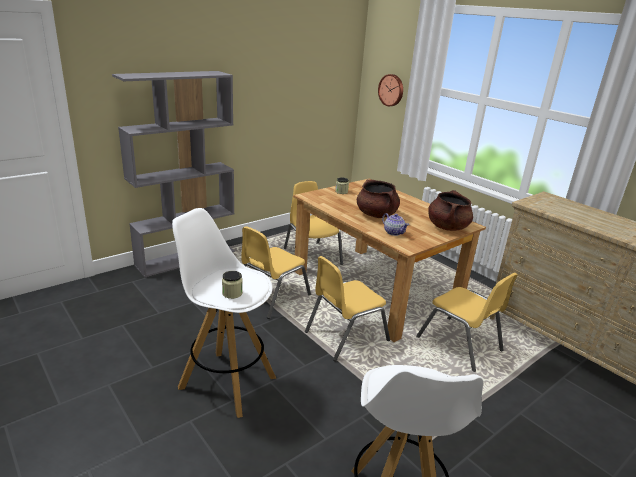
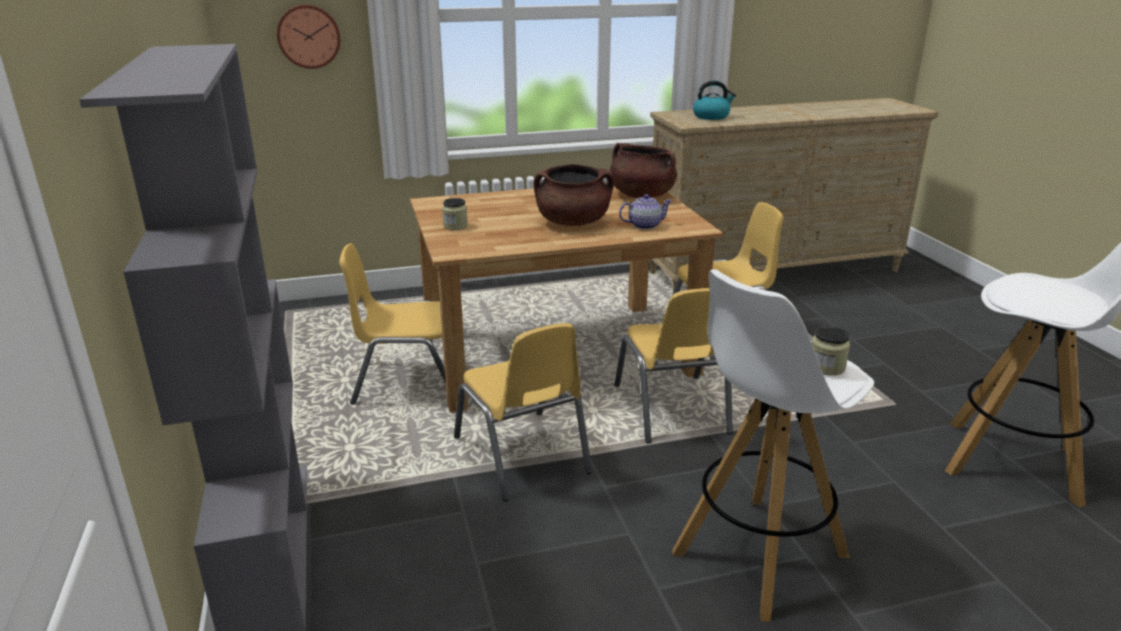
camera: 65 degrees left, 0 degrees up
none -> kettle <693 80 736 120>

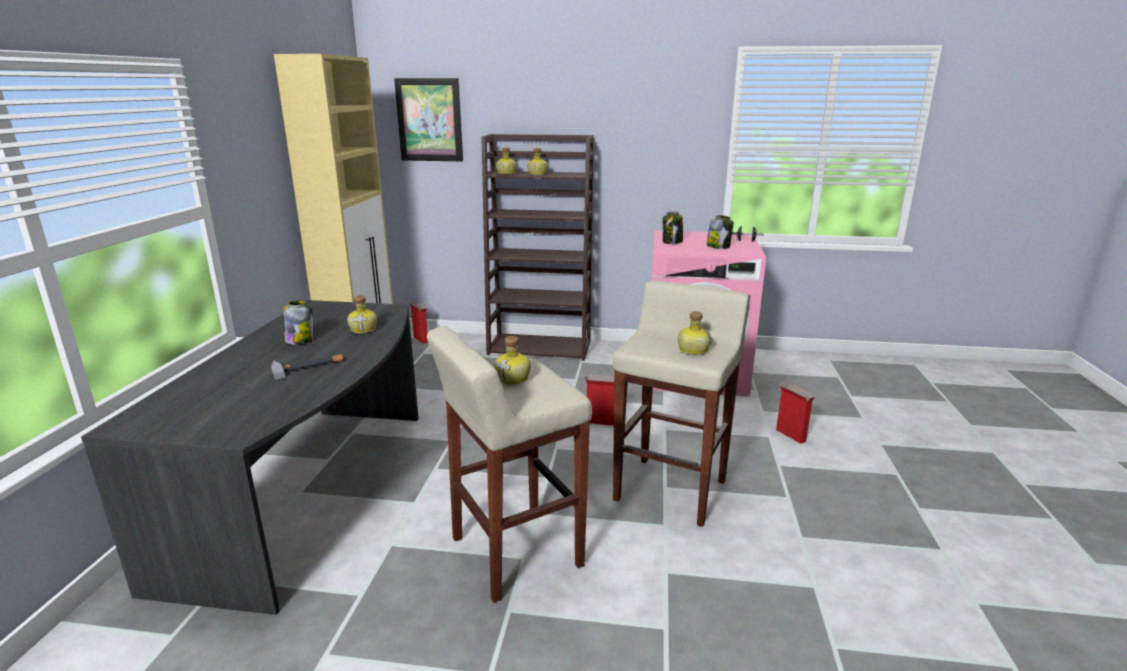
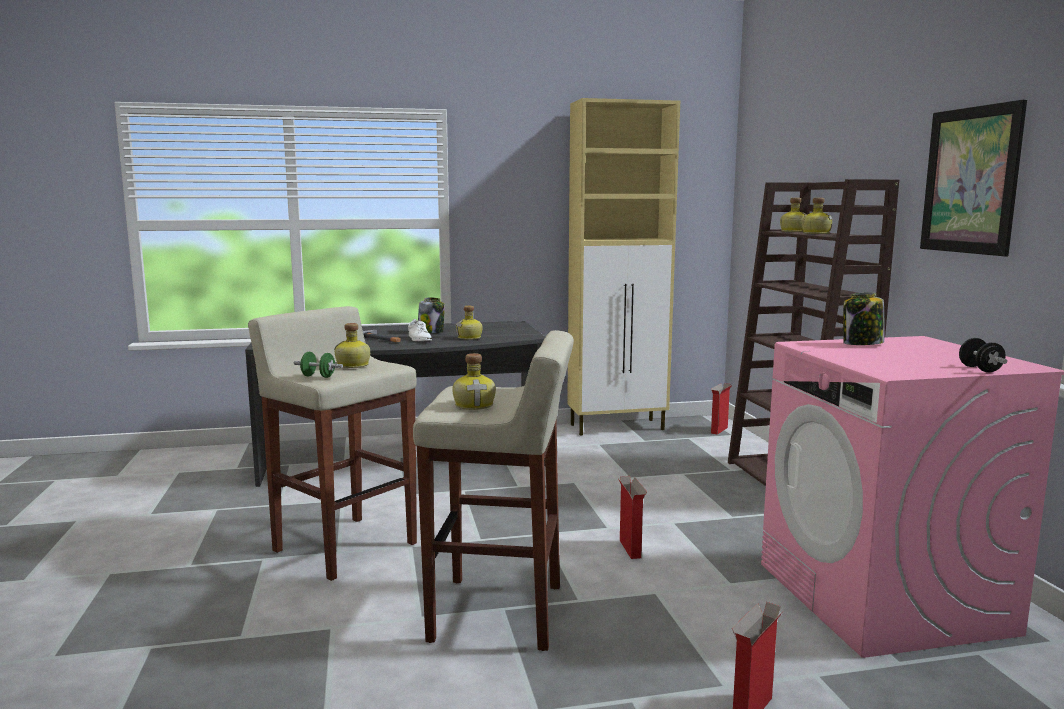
camera: 70 degrees right, 10 degrees down
picture <394 78 463 161> -> picture <920 99 1027 256>, moved
jar <707 215 734 249> -> none
none -> green dumbbell <294 352 343 378>
none -> white shoe <408 319 432 341>

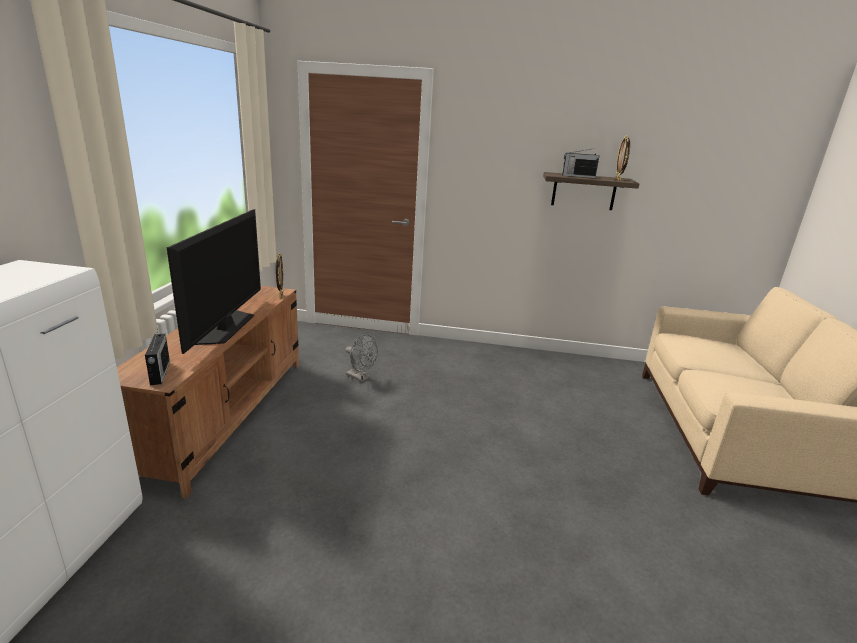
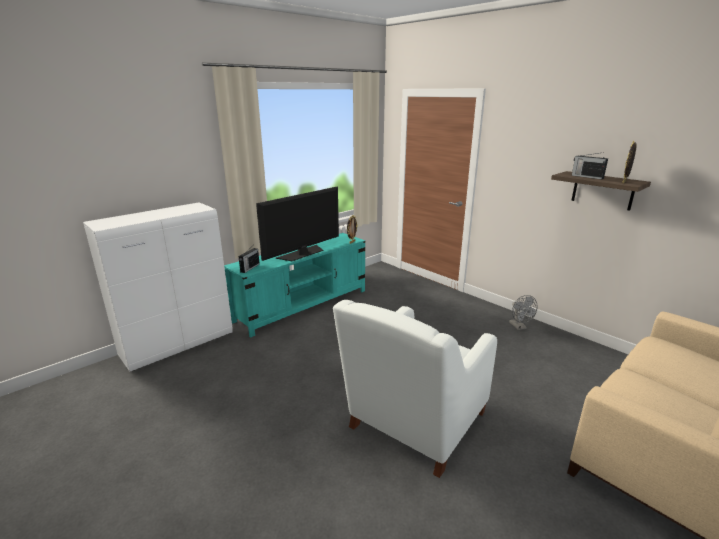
camera: 40 degrees right, 0 degrees up
brown tv stand <117 286 299 499> -> turquoise tv stand <224 233 365 338>
grey fan <346 334 378 382> -> grey fan <509 295 538 330>, moved
none -> white armchair <333 300 497 478>

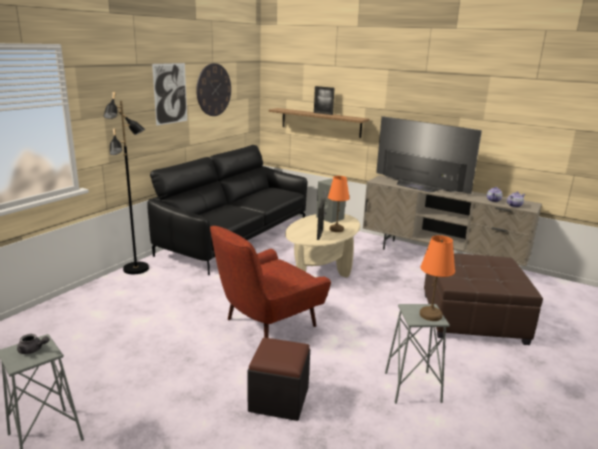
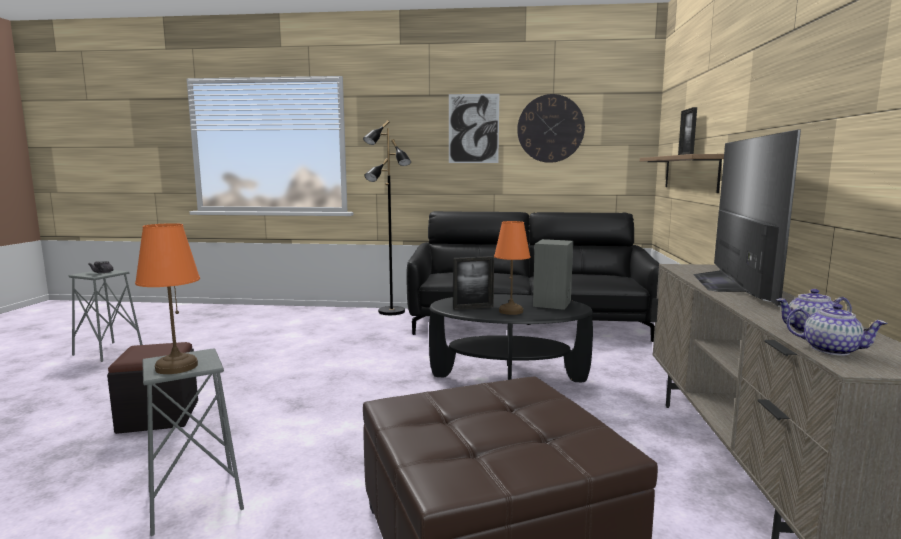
camera: 65 degrees right, 10 degrees down
red armchair <210 226 331 338> -> none
beige coffee table <285 214 361 278> -> black coffee table <429 294 593 382>

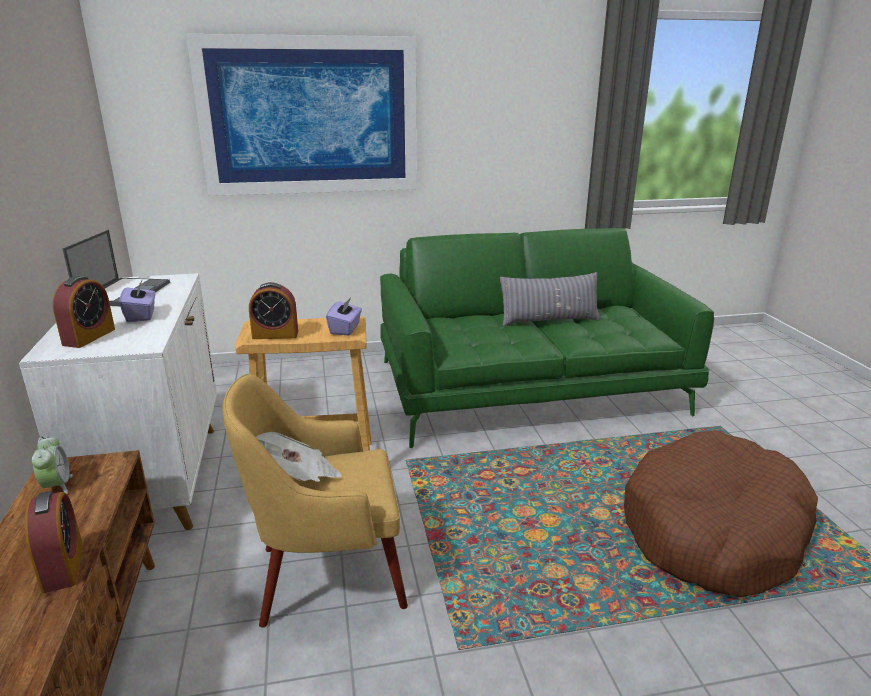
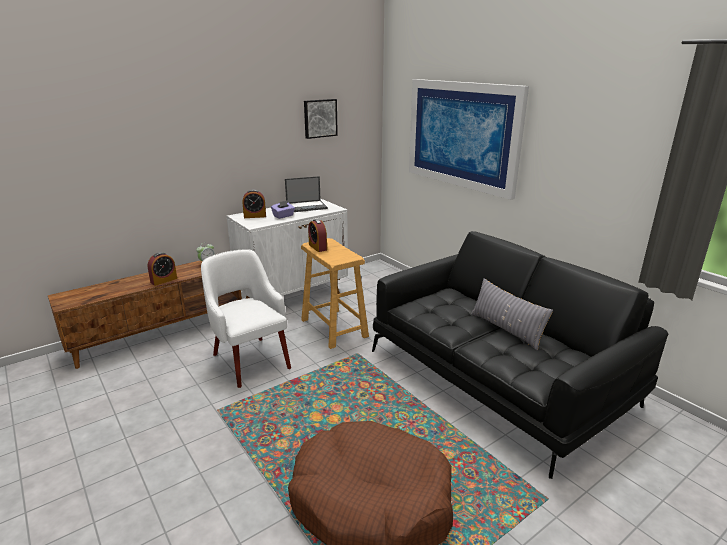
camera: 65 degrees right, 0 degrees up
yellow armchair <223 374 408 628> -> white armchair <201 249 291 388>
newspaper <256 432 342 482> -> none
purple tissue box <326 298 362 335> -> none
green sofa <380 228 714 448> -> black sofa <372 231 669 479>
none -> picture <304 99 338 139>

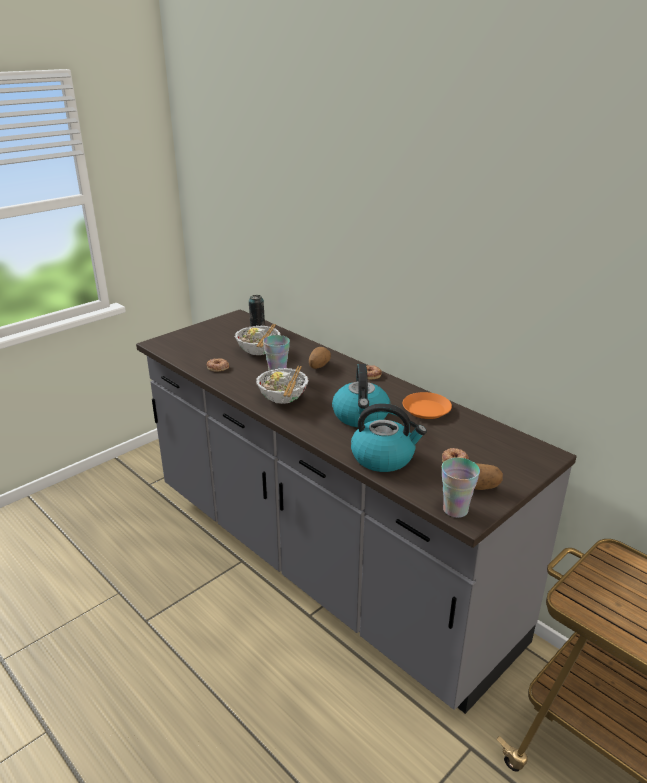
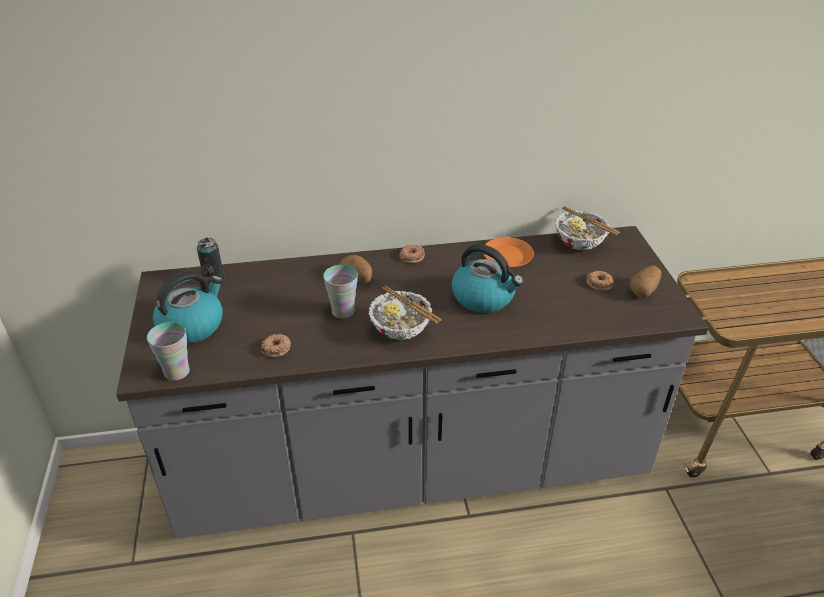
camera: 55 degrees left, 10 degrees up
bowl <235 324 280 355> -> bowl <555 206 620 250>, moved
kettle <351 403 427 472> -> kettle <153 271 223 344>, moved
cup <442 458 480 518> -> cup <147 322 190 381>, moved

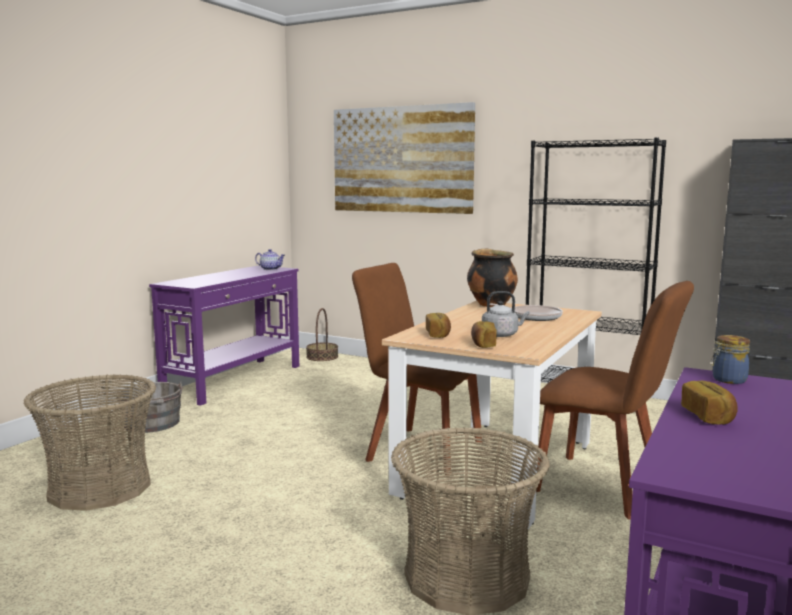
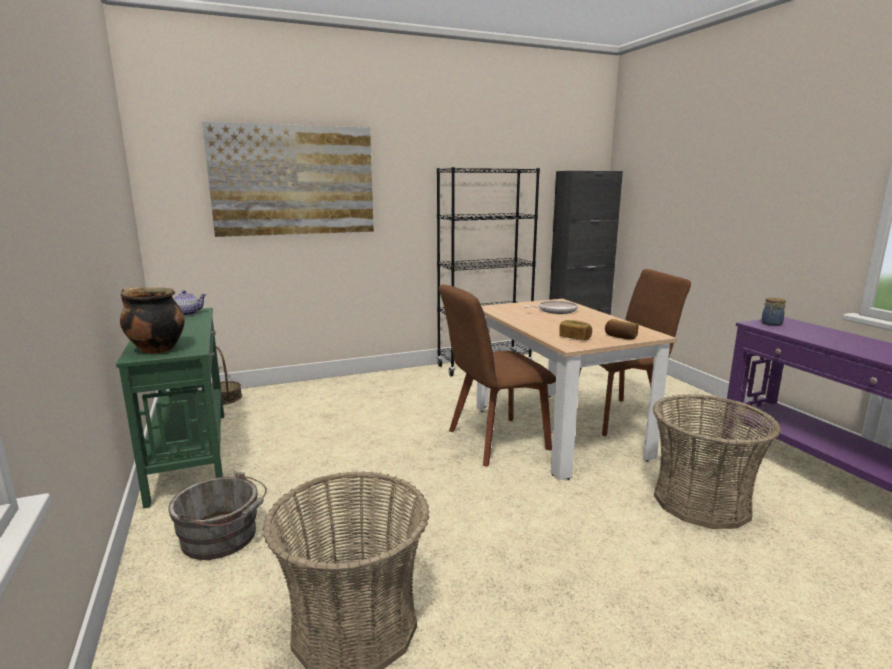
camera: 50 degrees left, 5 degrees up
purple console table <149 266 299 406> -> green console table <116 308 224 509>
cooking pot <467 249 518 307> -> cooking pot <120 287 185 354>, moved
grey kettle <482 291 530 337> -> none
bread <681 381 738 425> -> none

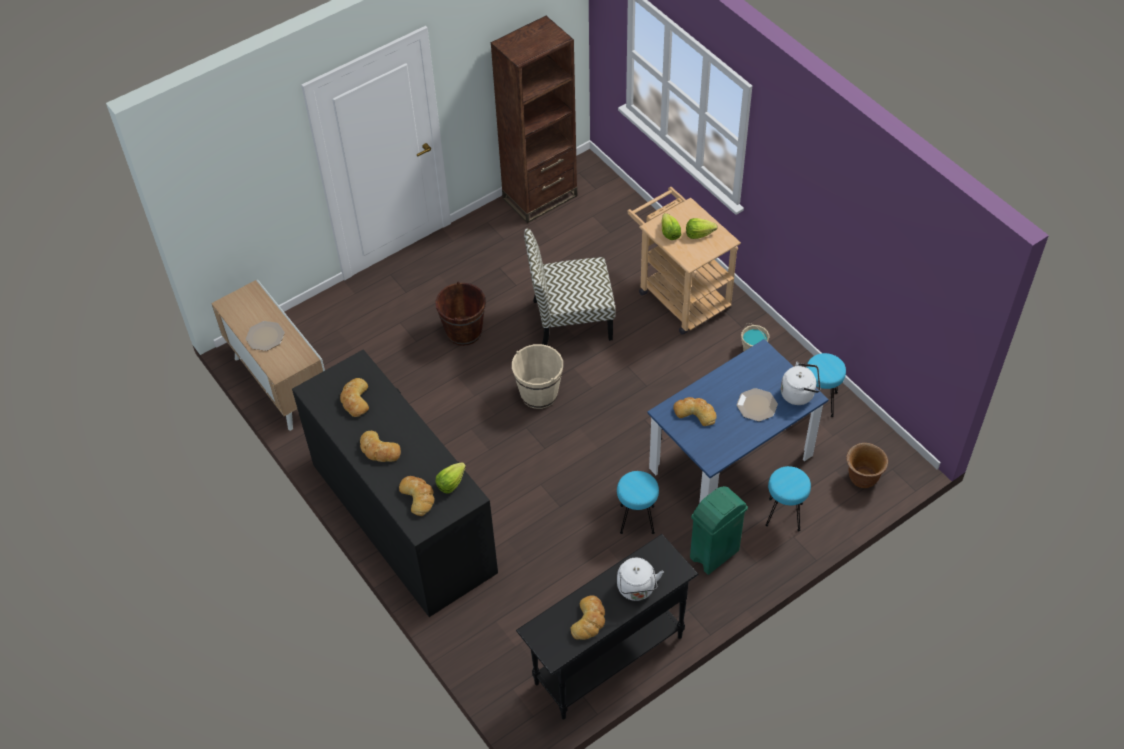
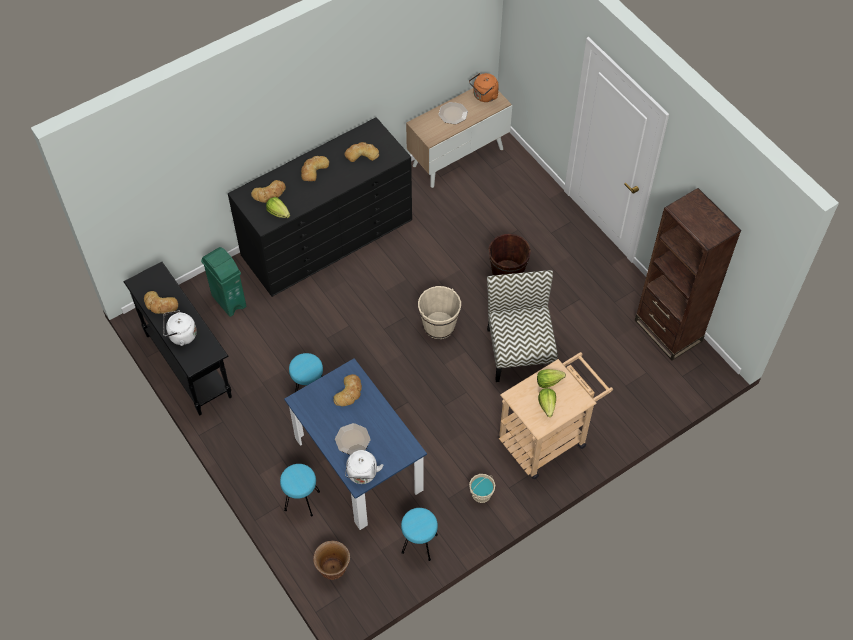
camera: 90 degrees right, 5 degrees up
green trash can <690 486 748 575> -> green trash can <201 247 246 317>, moved
none -> orange kettle <469 73 499 102>

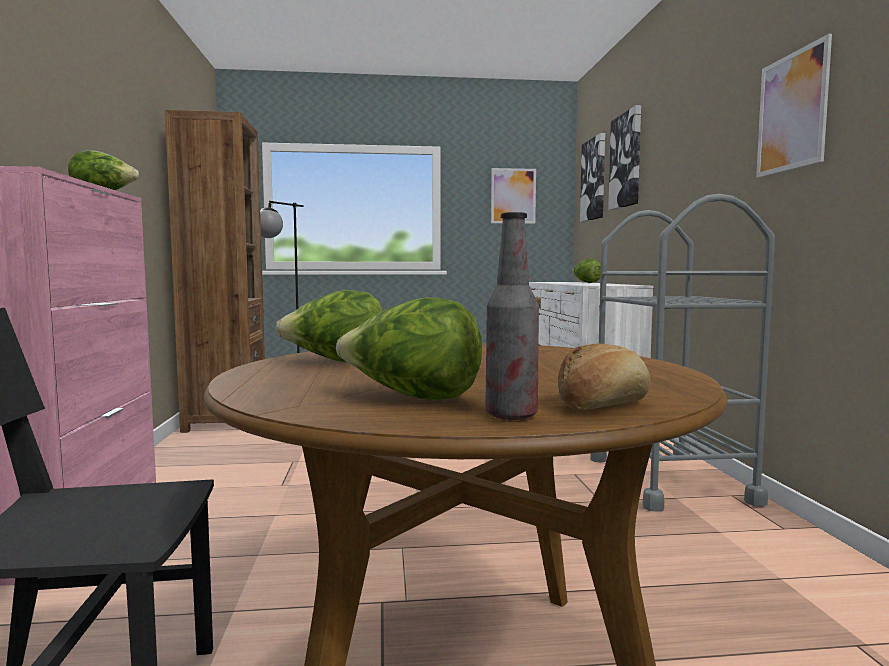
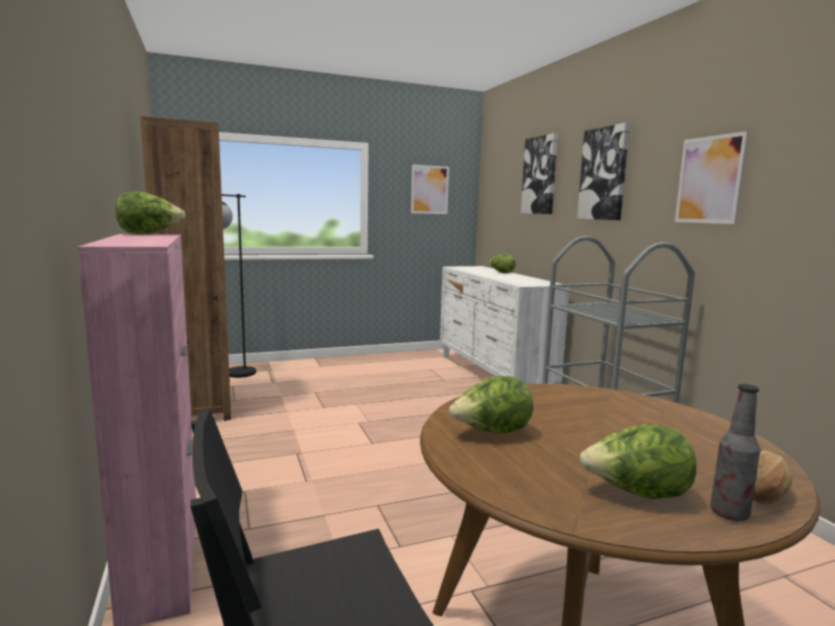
camera: 15 degrees left, 5 degrees up
picture <580 133 605 222> -> picture <577 123 630 220>, moved

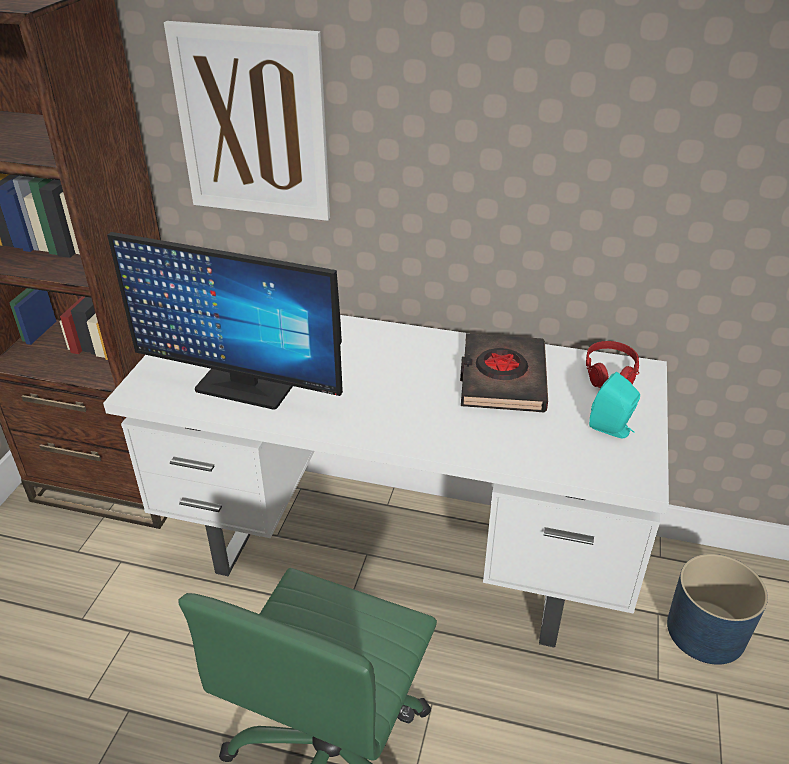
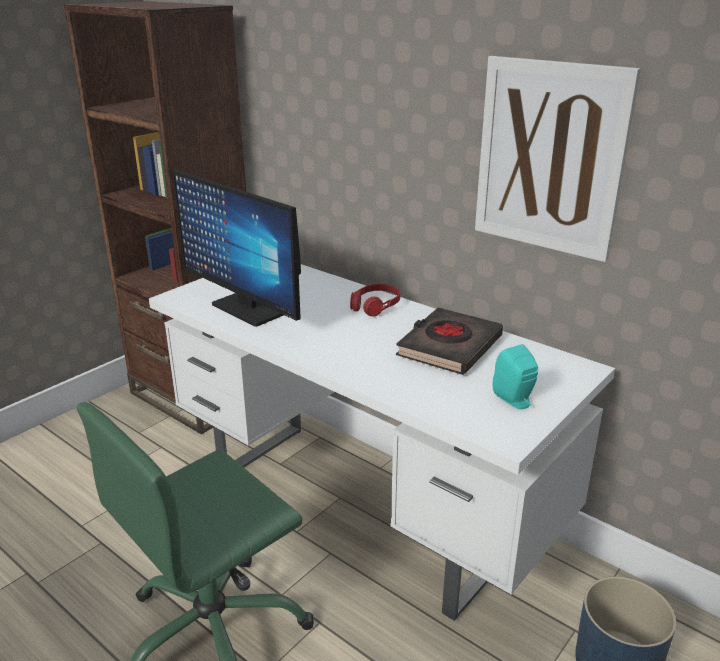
camera: 25 degrees right, 10 degrees down
picture <164 21 330 221> -> picture <475 56 641 262>, moved
red headphones <586 341 639 388> -> red headphones <350 284 400 317>, moved

